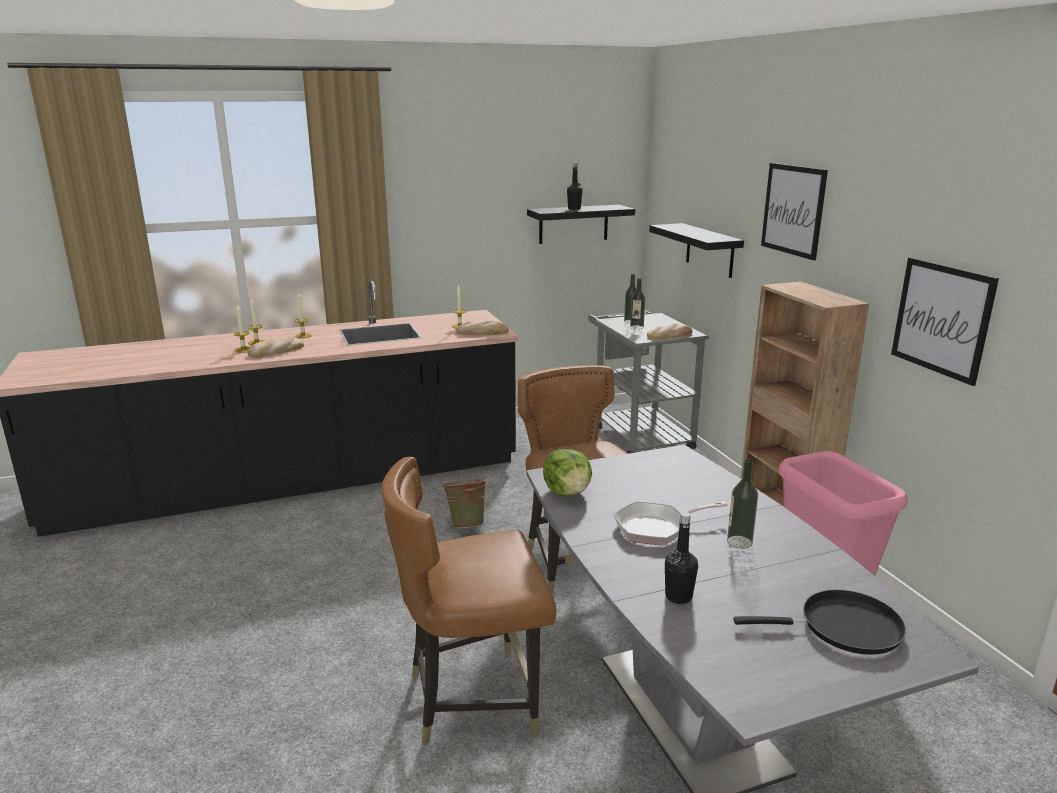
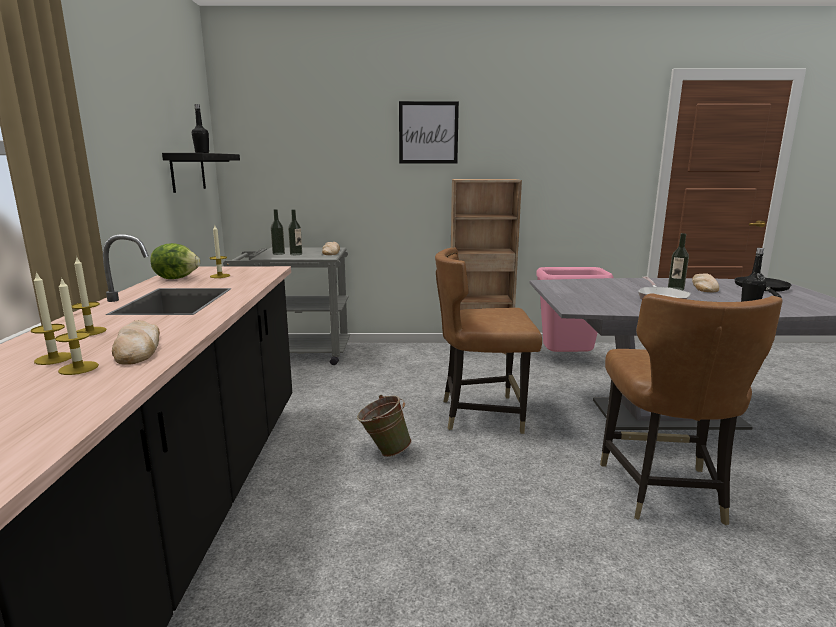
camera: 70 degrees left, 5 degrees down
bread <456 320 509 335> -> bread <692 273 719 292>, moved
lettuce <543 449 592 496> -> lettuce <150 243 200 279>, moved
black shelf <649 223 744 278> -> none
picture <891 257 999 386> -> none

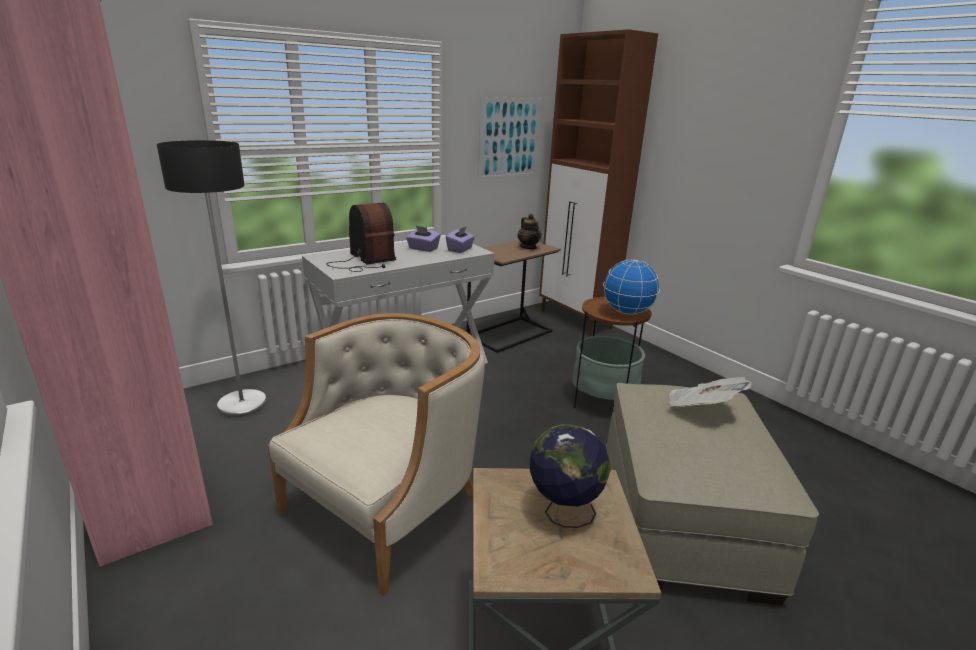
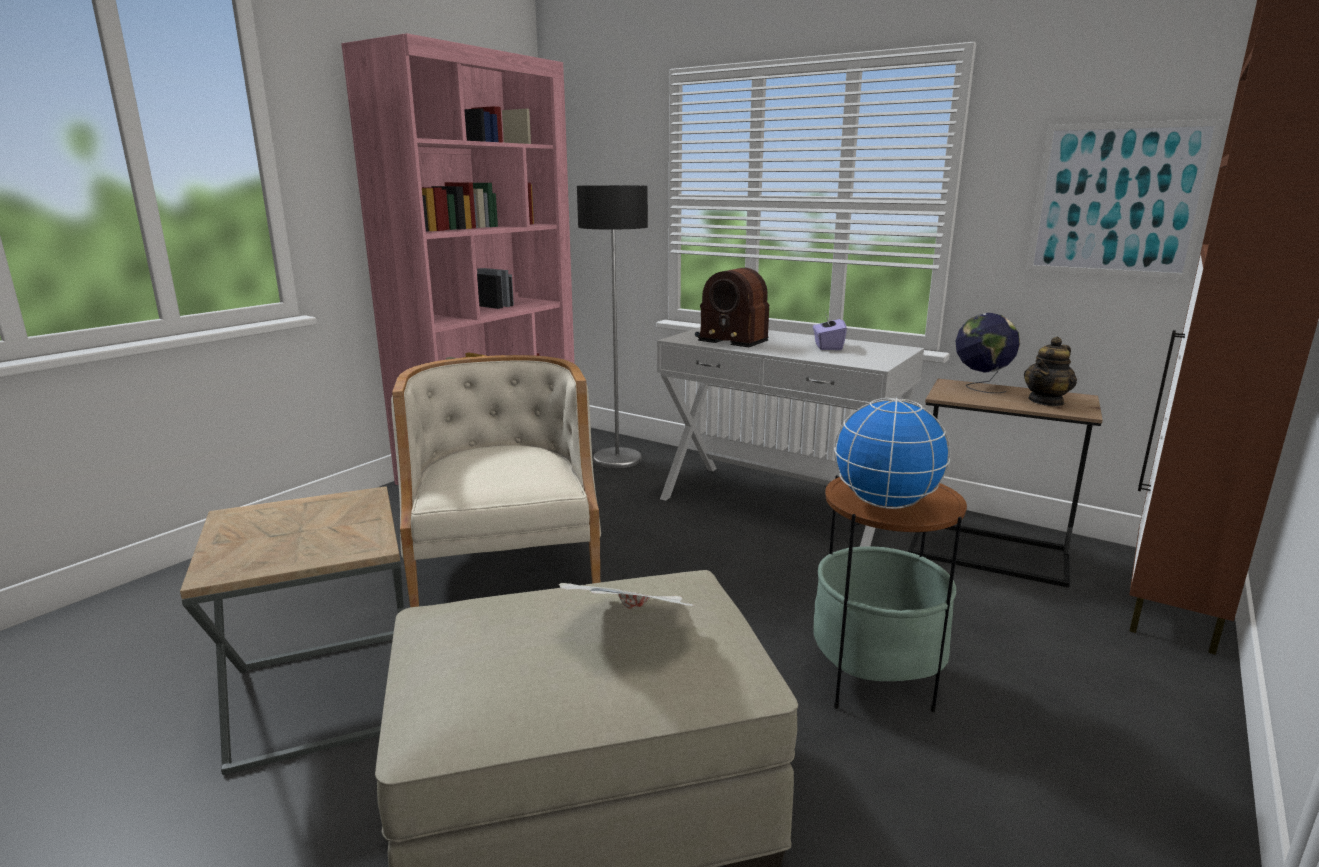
camera: 70 degrees right, 5 degrees down
beige armchair <268 313 485 596> -> beige armchair <391 355 601 607>, 120 degrees counterclockwise
radio <326 203 396 272> -> radio <695 268 769 347>, 90 degrees clockwise
purple tissue box <446 226 475 253> -> none
globe <530 424 611 528> -> globe <956 313 1020 393>, moved

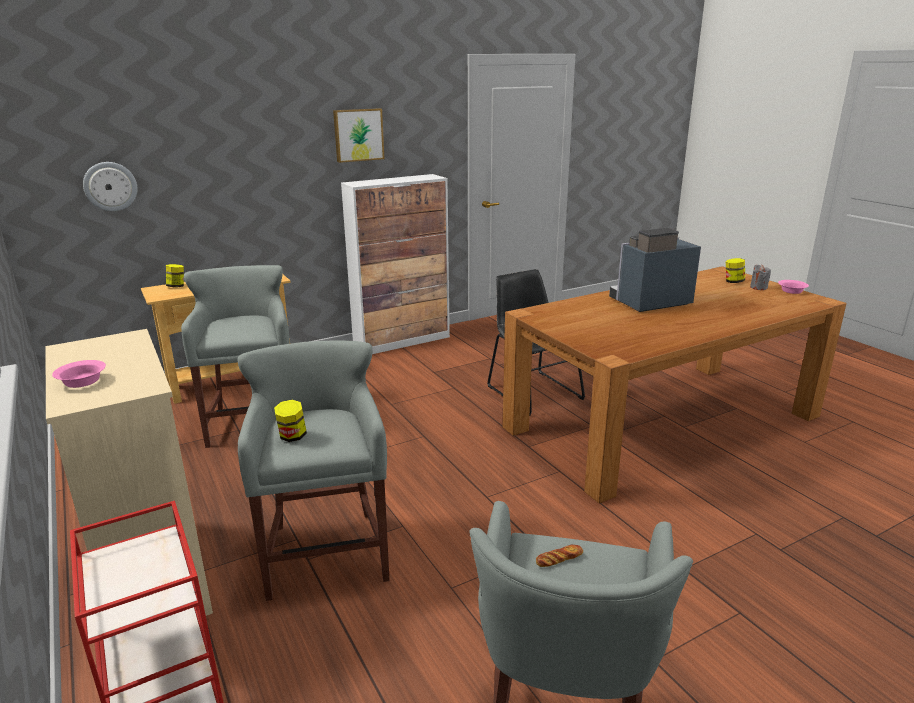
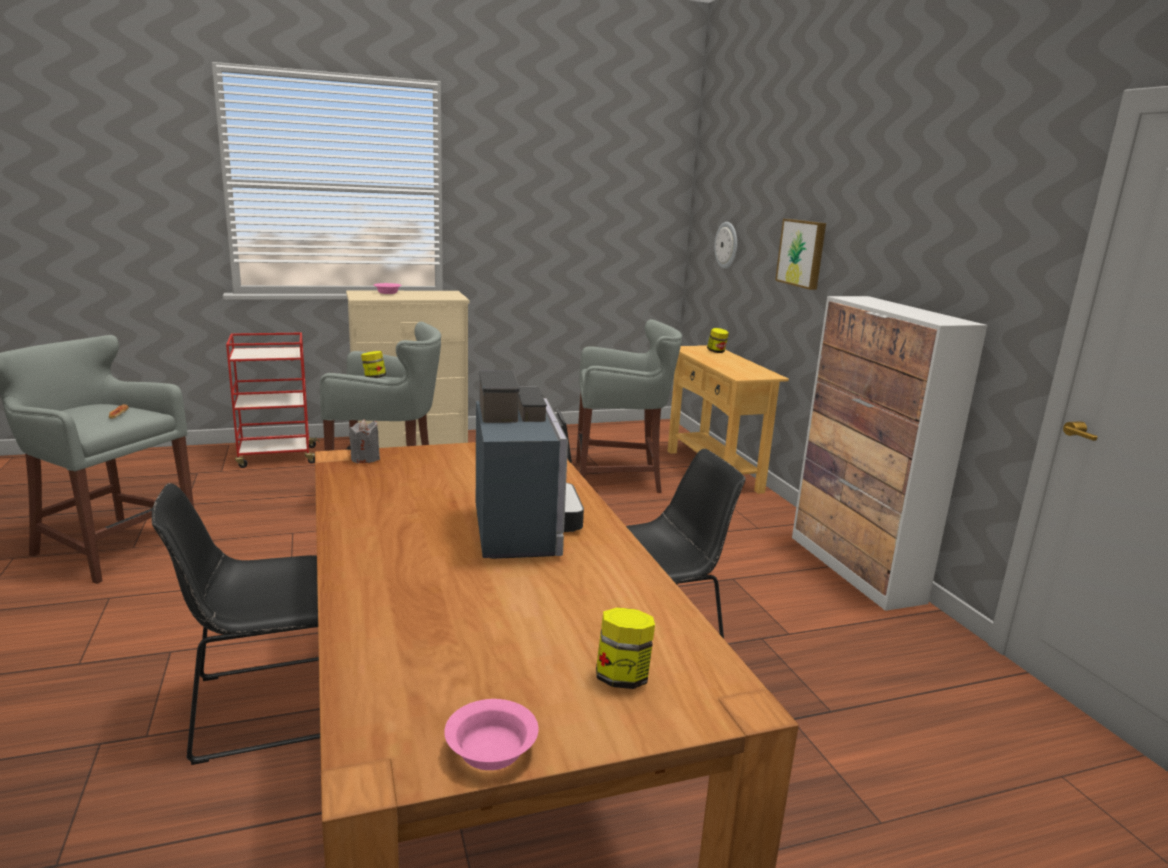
camera: 100 degrees right, 5 degrees down
picture <333 108 385 163> -> picture <775 219 826 290>, moved
grey candle <750 265 771 290> -> grey candle <349 419 380 463>, moved
none -> black chair <152 483 320 765>

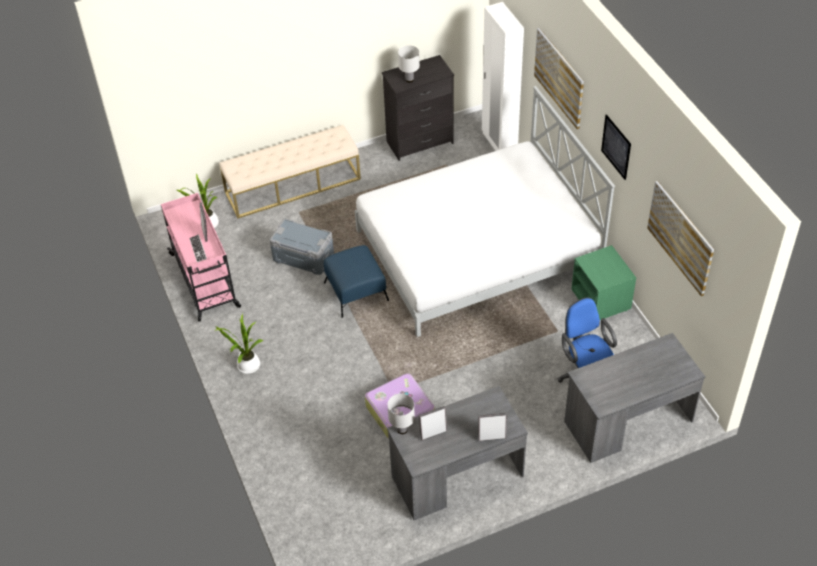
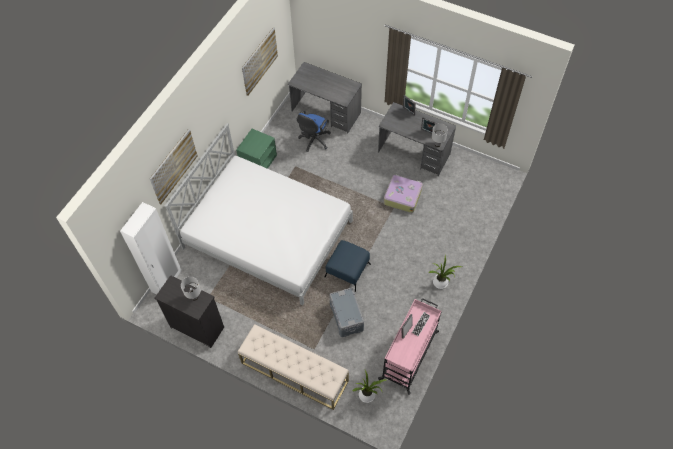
camera: 130 degrees left, 10 degrees up
picture <601 115 631 180> -> none

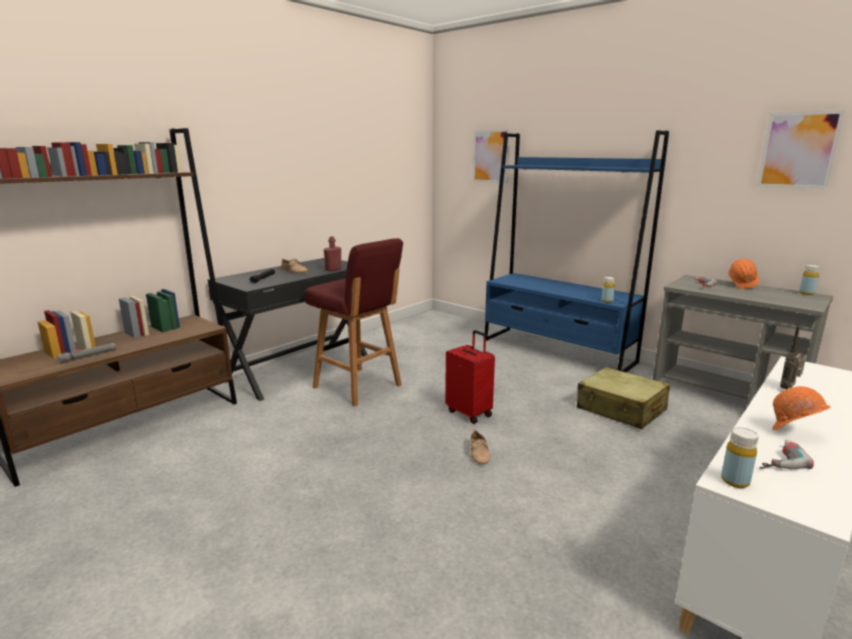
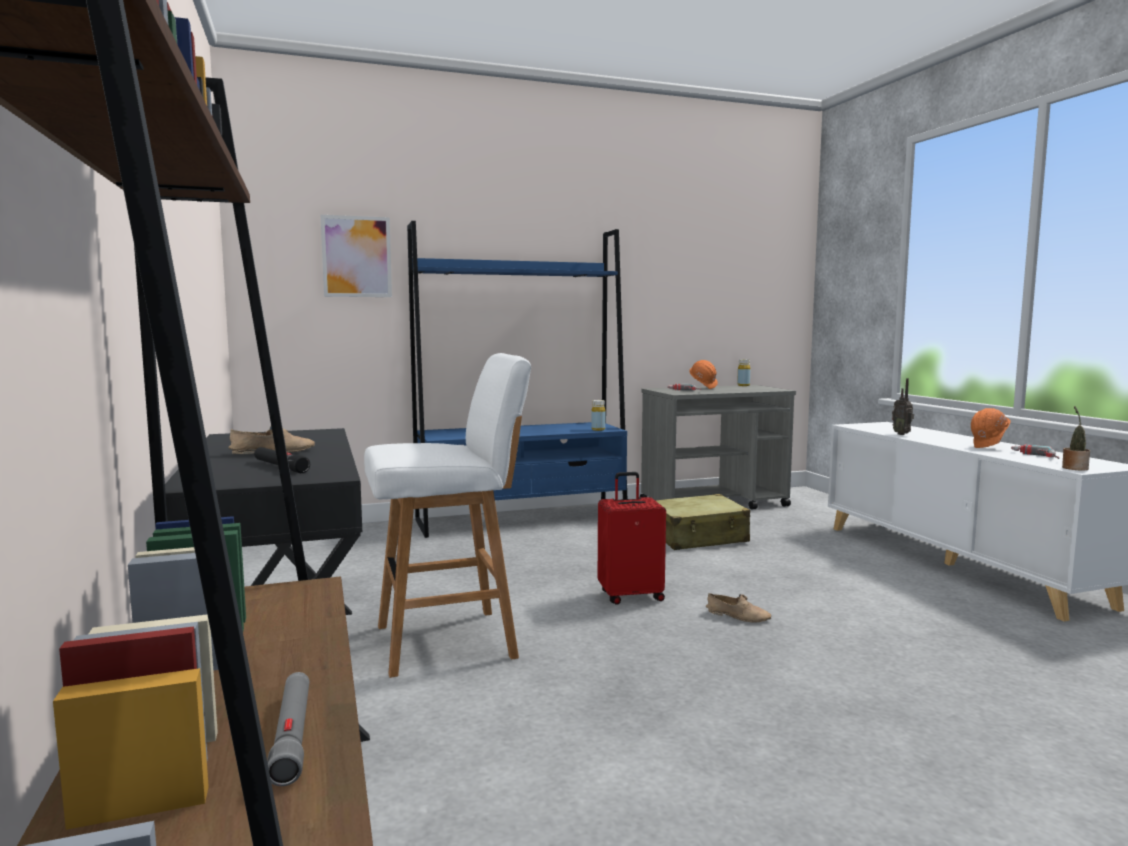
camera: 60 degrees left, 10 degrees down
red stool <305 238 403 407> -> white stool <364 353 531 678>
red bottle <324 236 342 271> -> none
yellow bottle <721 427 759 488> -> potted plant <1062 406 1090 470>
picture <757 110 845 190> -> none

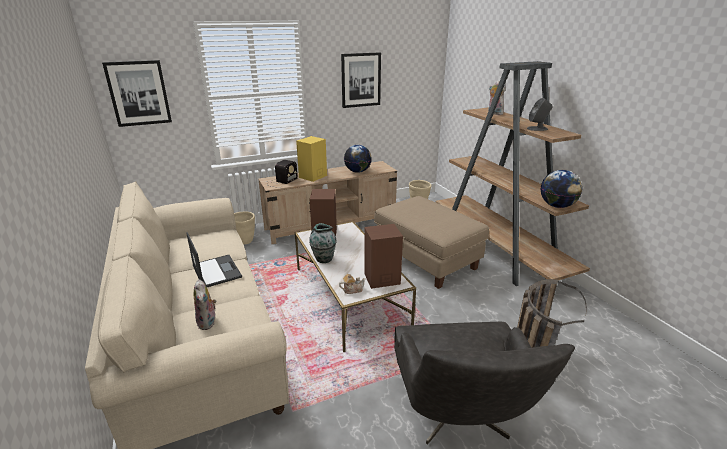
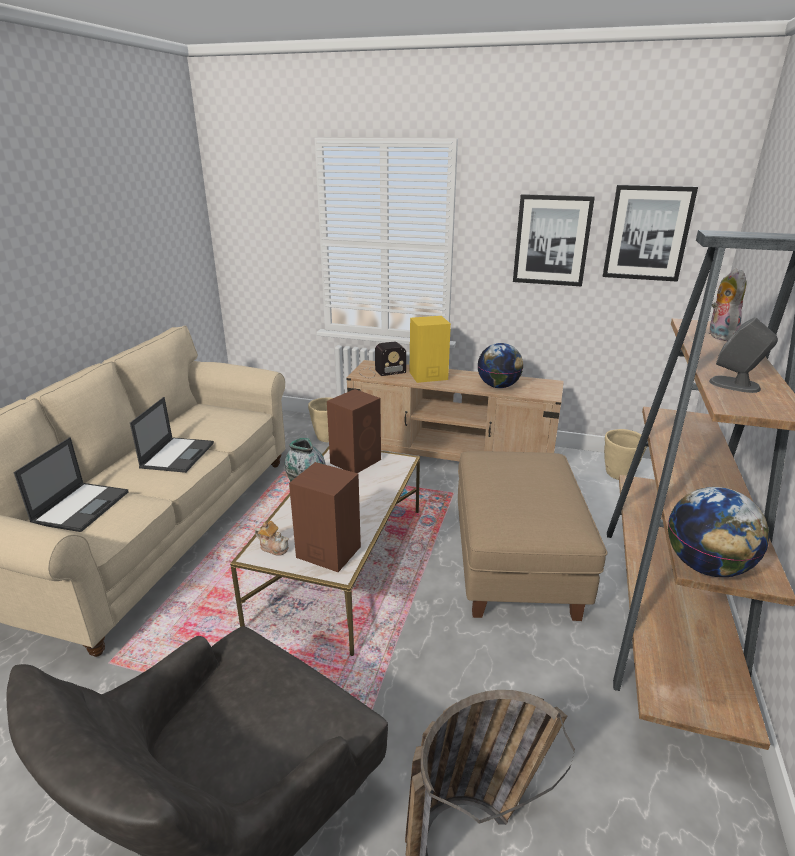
camera: 40 degrees right, 0 degrees up
picture <102 60 172 127> -> picture <603 185 698 282>, moved
plush toy <193 279 216 330> -> laptop <13 437 128 532>

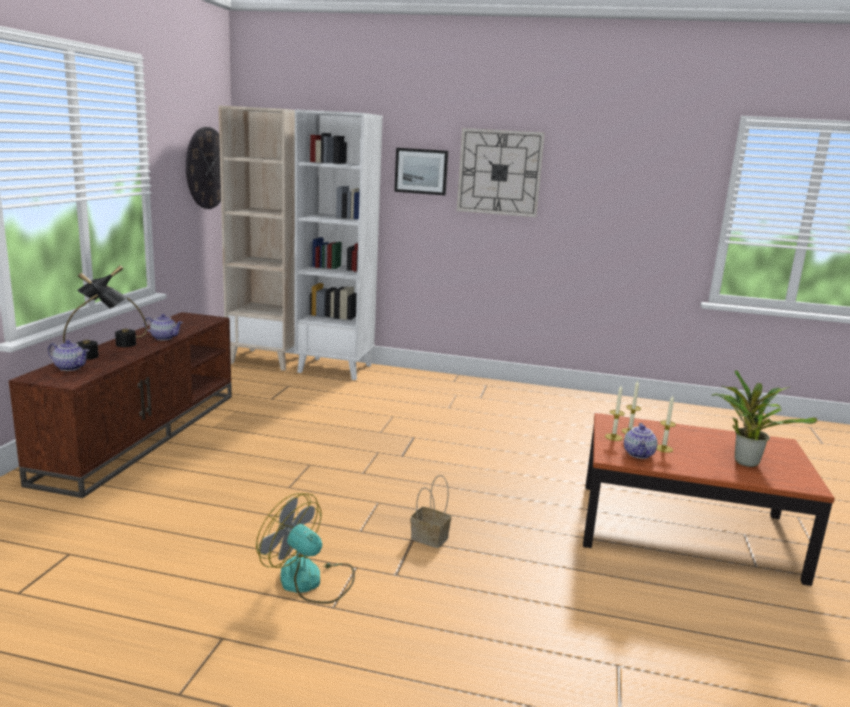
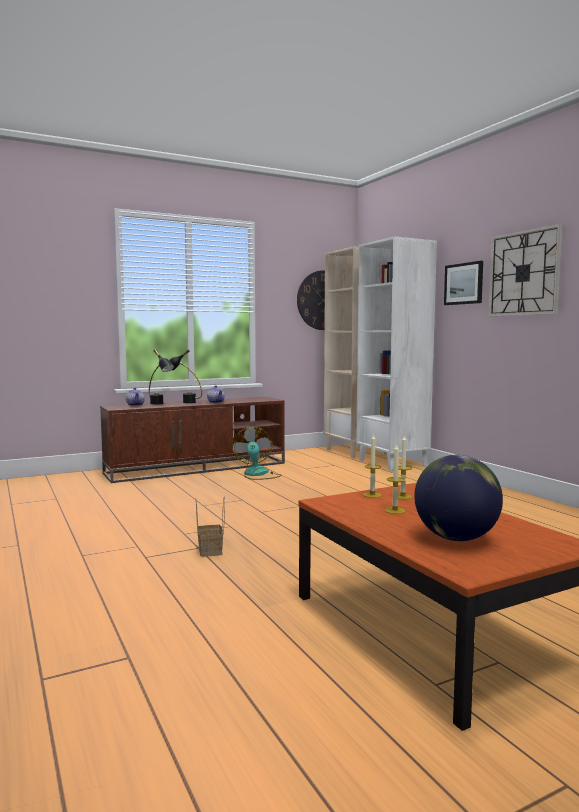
camera: 50 degrees right, 10 degrees down
fan <256 493 355 604> -> fan <232 427 282 480>, moved
teapot <624 423 657 459> -> none
potted plant <712 370 817 467> -> globe <414 455 503 541>

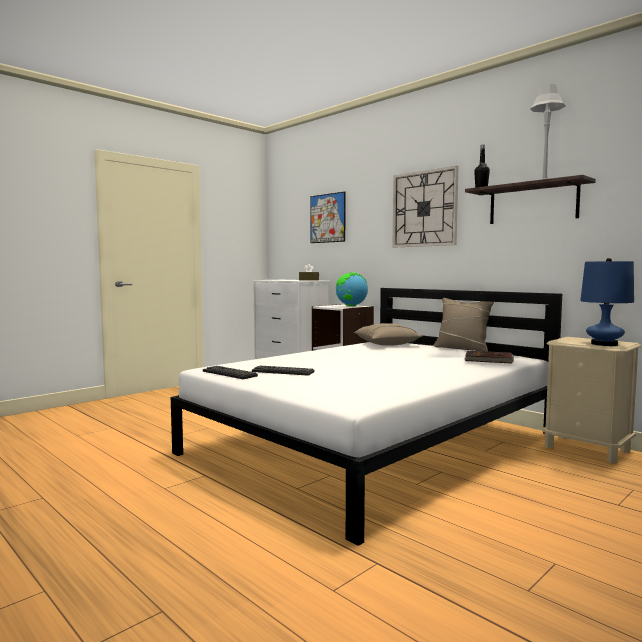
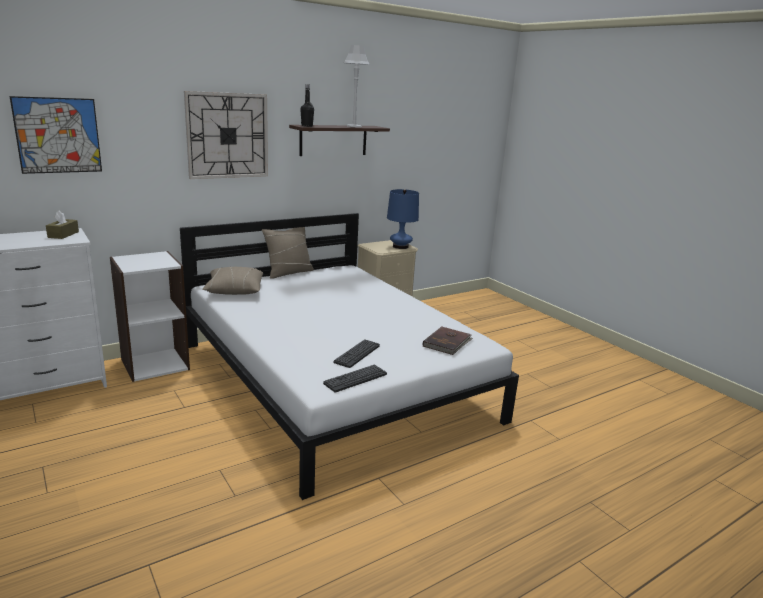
camera: 80 degrees left, 15 degrees up
globe <336 272 368 306> -> none
brown book <464 351 514 364> -> brown book <423 327 473 355>, moved

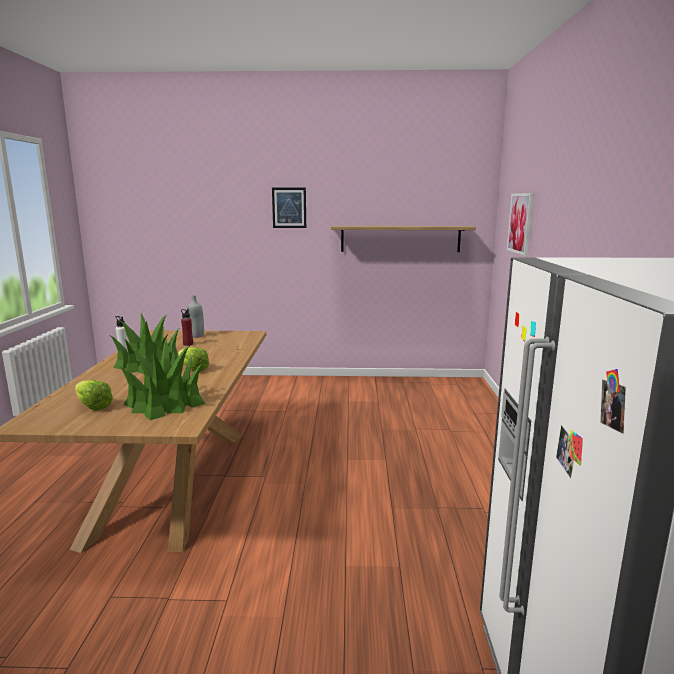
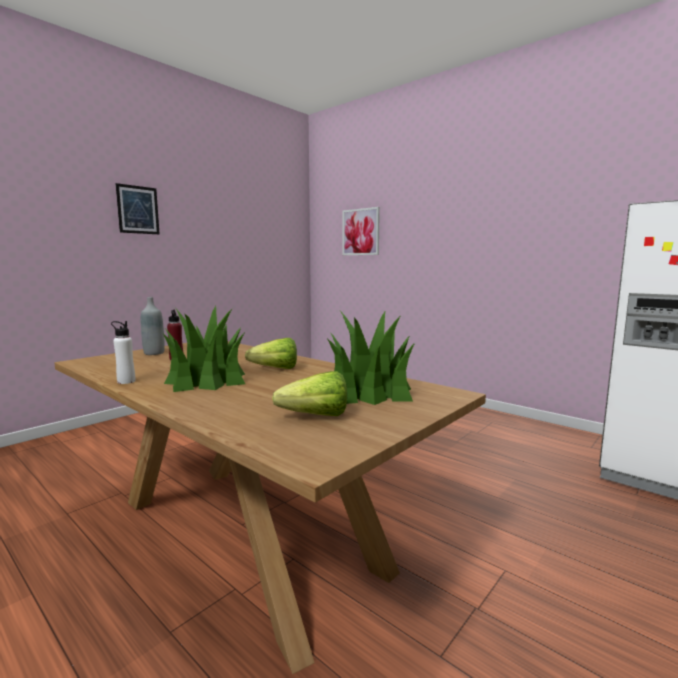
camera: 50 degrees left, 5 degrees down
shelf <331 226 476 252> -> none

